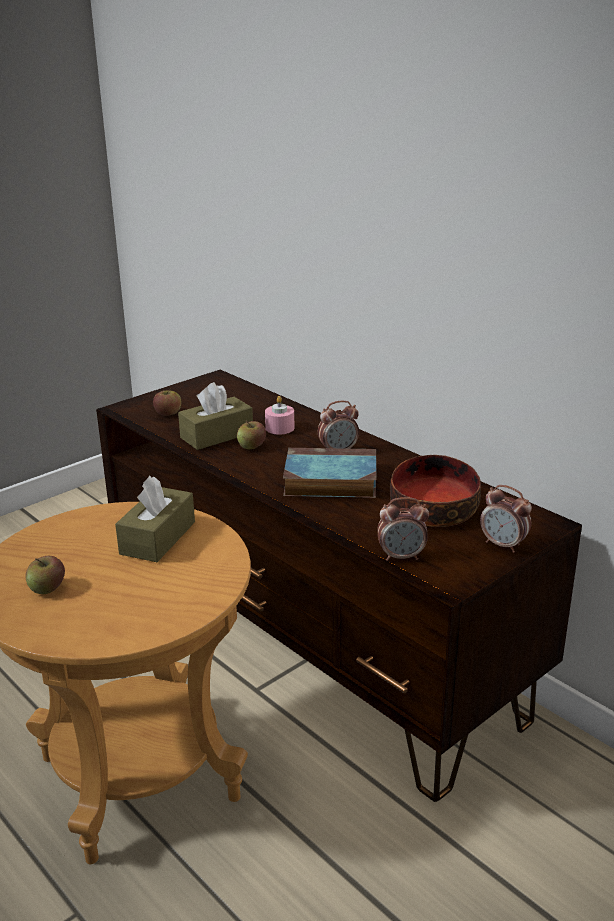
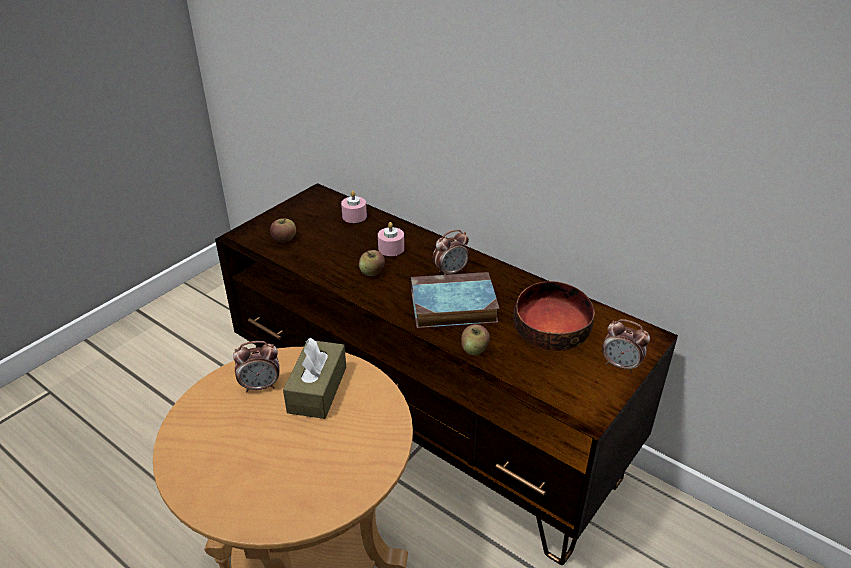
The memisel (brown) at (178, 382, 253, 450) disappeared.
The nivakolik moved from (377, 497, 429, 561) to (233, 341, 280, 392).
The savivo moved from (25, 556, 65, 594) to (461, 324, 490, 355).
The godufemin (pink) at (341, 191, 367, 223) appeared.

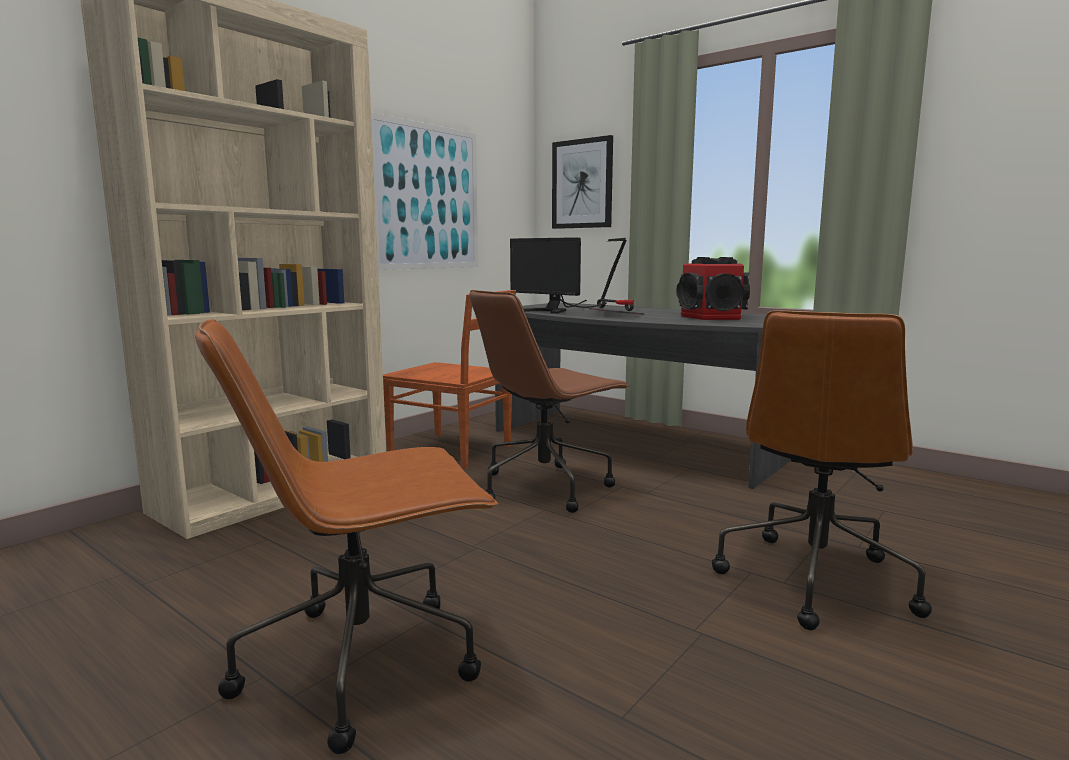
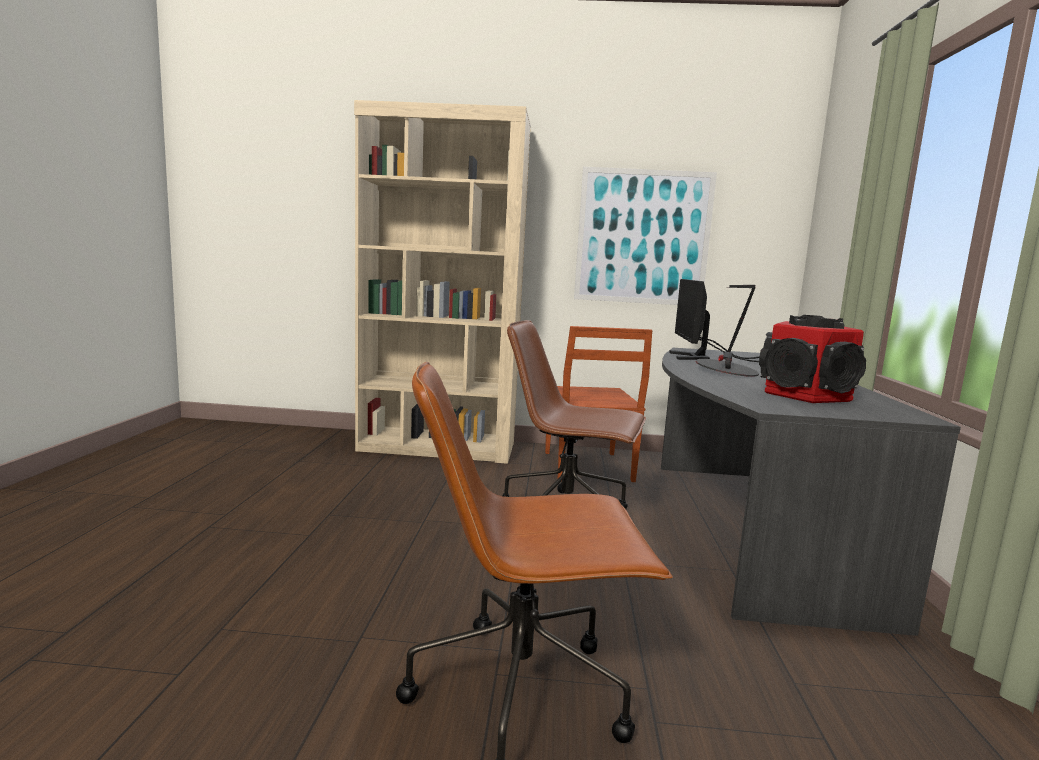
The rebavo at (552, 135, 613, 229) disappeared.
The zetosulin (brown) at (195, 319, 499, 754) disappeared.

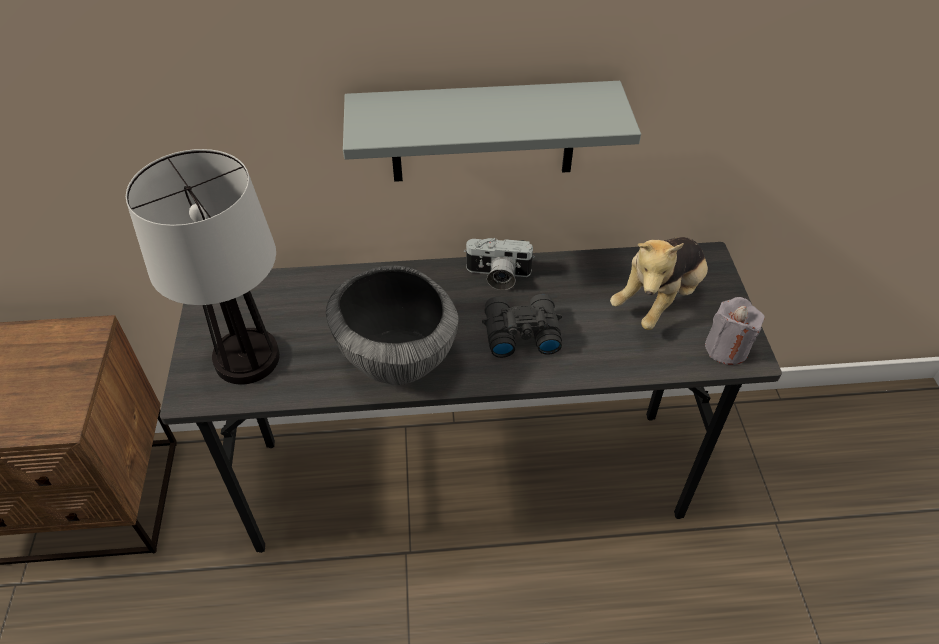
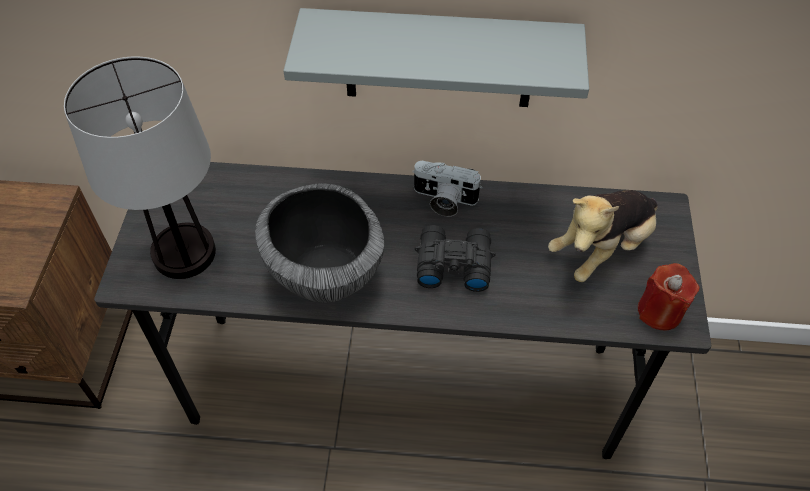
The godufemin (grey) at (705, 297, 765, 365) became the godufemin (red) at (638, 263, 699, 331).

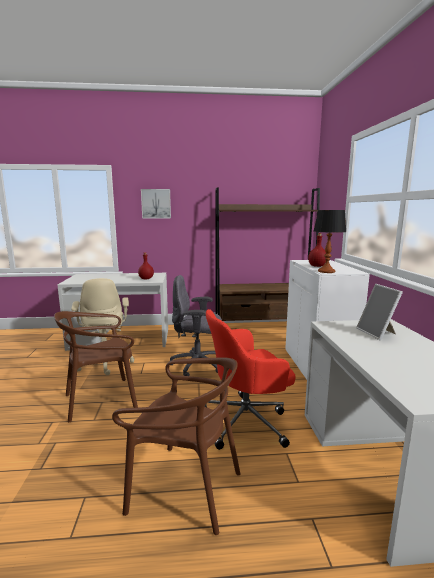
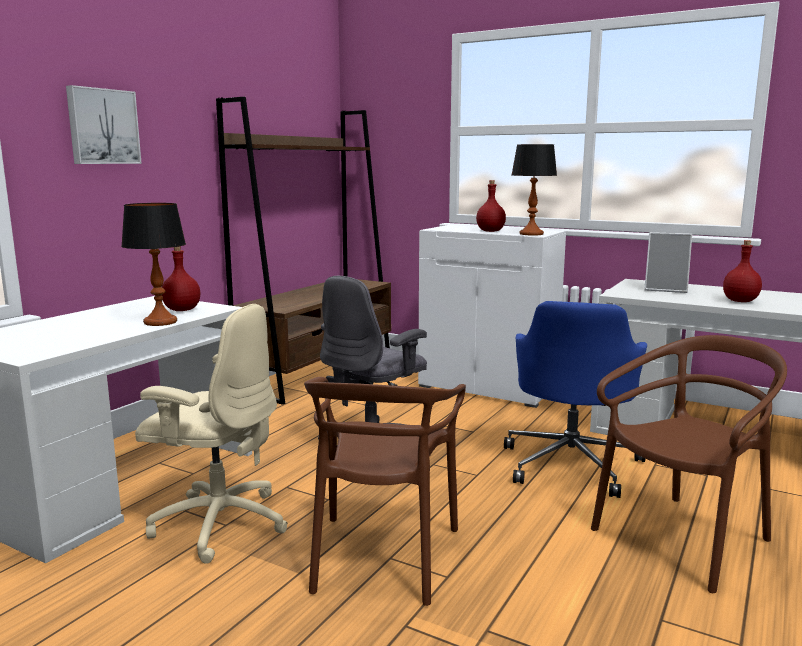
The zetosulin (red) at (205, 309, 295, 450) became the zetosulin (blue) at (504, 301, 647, 498).
The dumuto at (121, 203, 186, 326) appeared.
The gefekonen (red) at (723, 240, 762, 302) appeared.

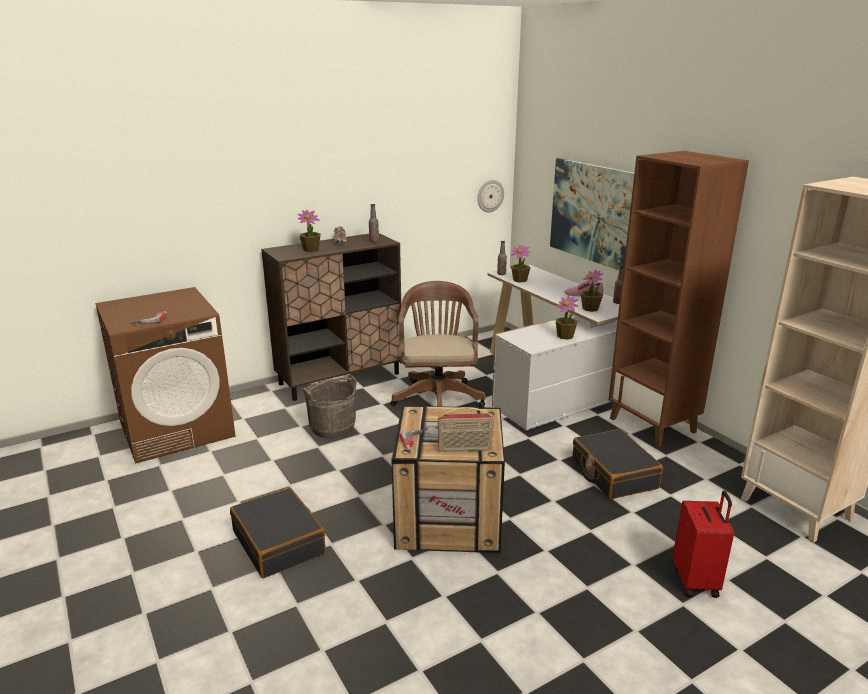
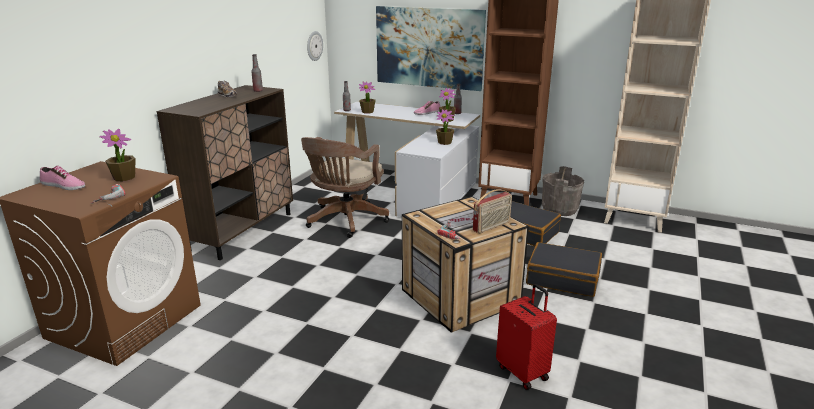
The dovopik moved from (297, 210, 321, 252) to (99, 129, 136, 181).
The zetosulin (brown) at (391, 281, 486, 407) turned 120 degrees counterclockwise.
The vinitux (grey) moved from (303, 375, 357, 438) to (542, 166, 584, 216).
The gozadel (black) moved from (230, 487, 326, 578) to (526, 242, 602, 297).
The gozadel (red) moved from (673, 491, 734, 598) to (496, 284, 557, 390).
The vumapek at (40, 166, 85, 190) appeared.

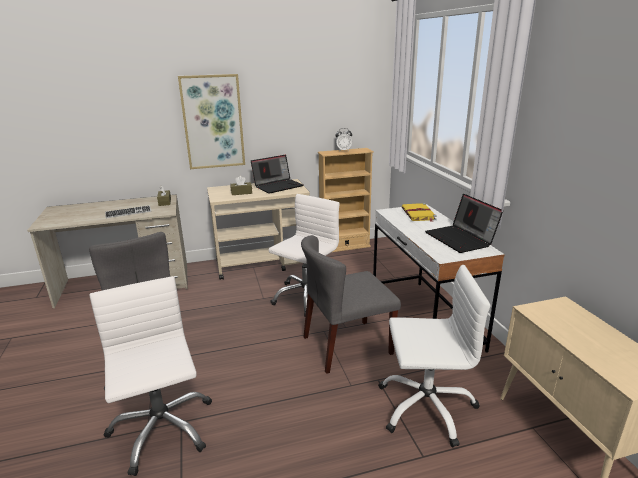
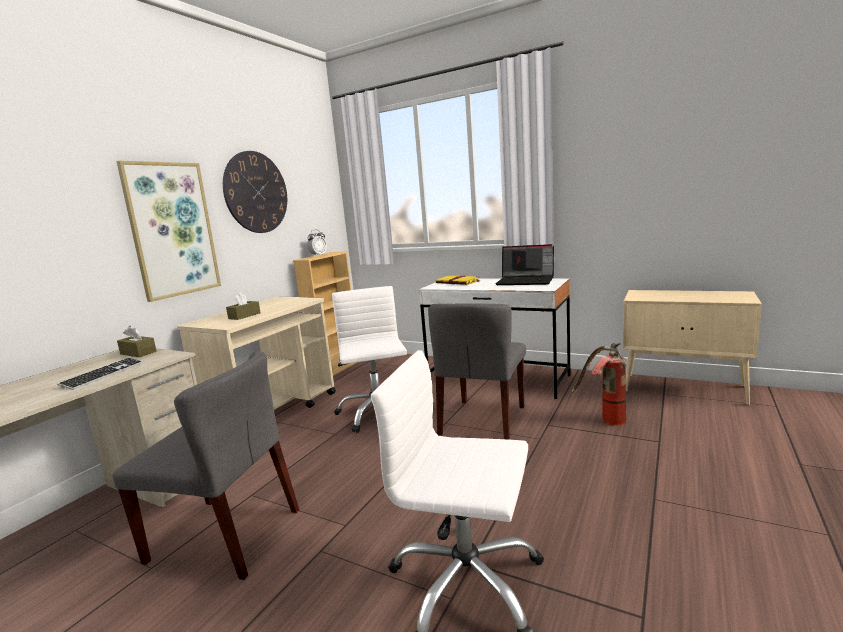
The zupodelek at (251, 155, 303, 194) disappeared.
The zetosulin (white) at (379, 265, 491, 447) was replaced by the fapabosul at (572, 342, 627, 426).
The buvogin at (223, 151, 287, 233) appeared.

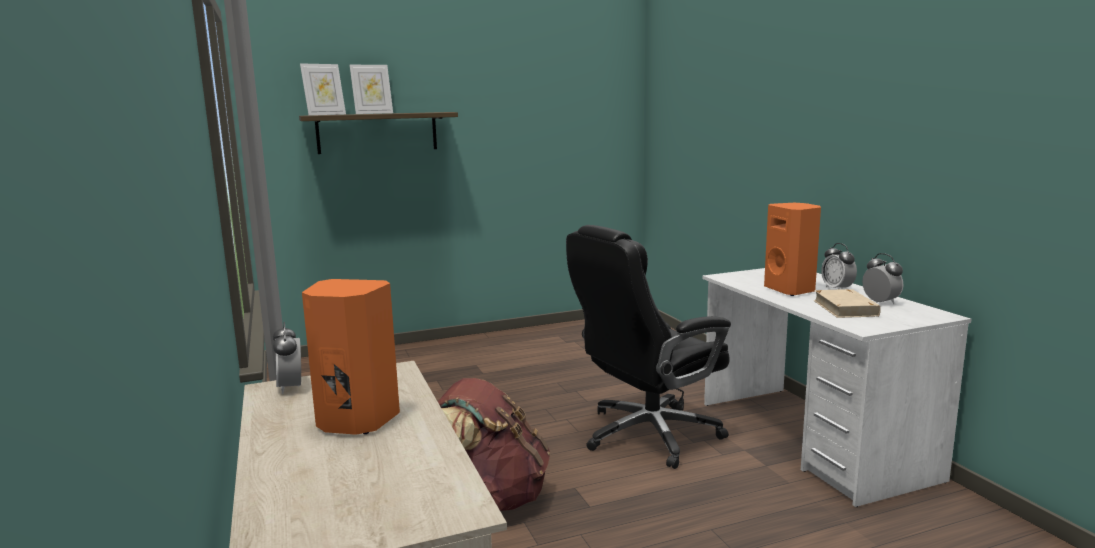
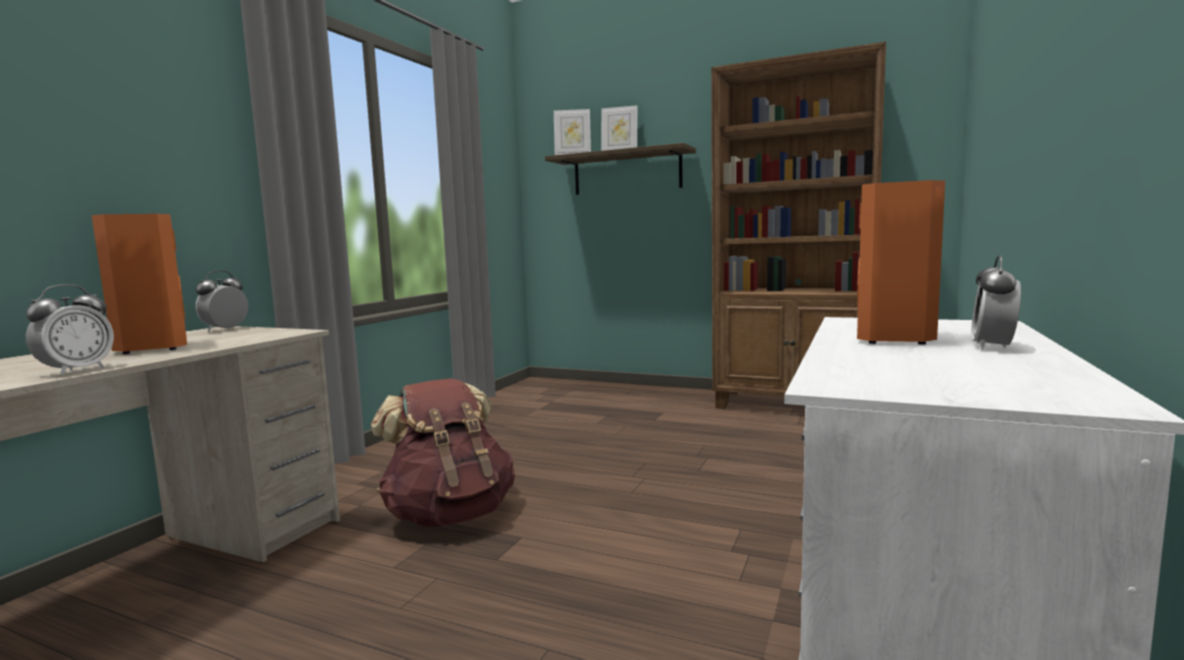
The zetosulin (black) at (566, 225, 731, 469) disappeared.
The nivakolik moved from (862, 253, 904, 304) to (26, 284, 114, 375).
The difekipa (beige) at (813, 289, 881, 318) disappeared.
The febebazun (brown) at (711, 42, 886, 409) appeared.

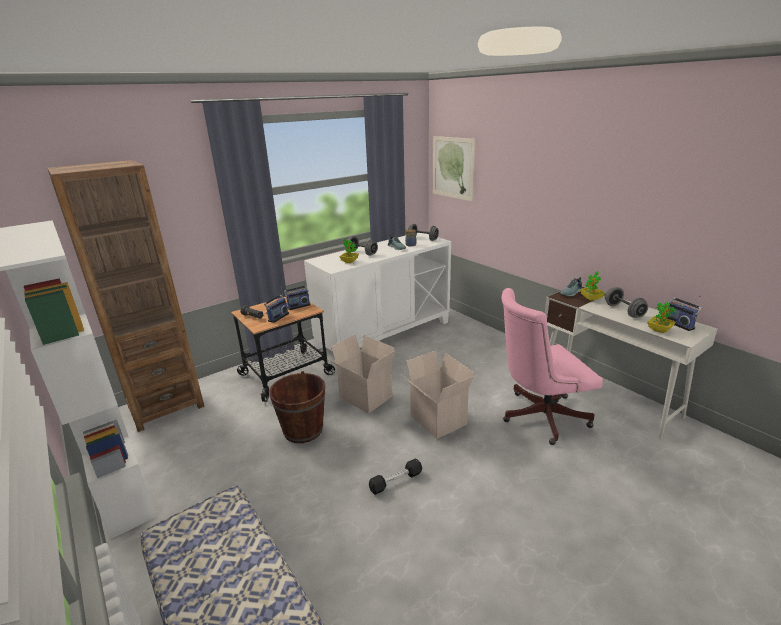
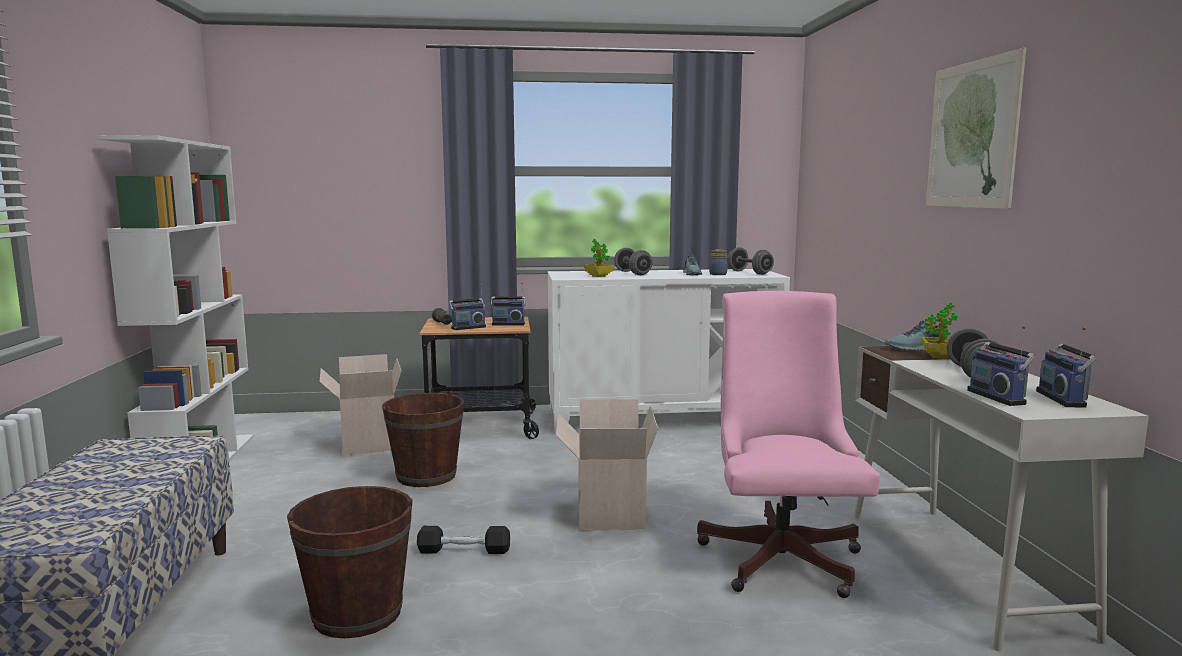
The rebavo moved from (433, 136, 476, 201) to (926, 48, 1026, 209).
The febebazun (brown) at (47, 160, 205, 432) disappeared.
The zetosulin (pink) at (501, 288, 603, 445) turned 75 degrees clockwise.
The dovopik at (647, 302, 675, 333) was replaced by the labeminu at (967, 326, 1035, 406).
The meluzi moved from (327, 334, 395, 414) to (320, 354, 402, 456).
The vinitux (brown) at (287, 486, 413, 639) appeared.

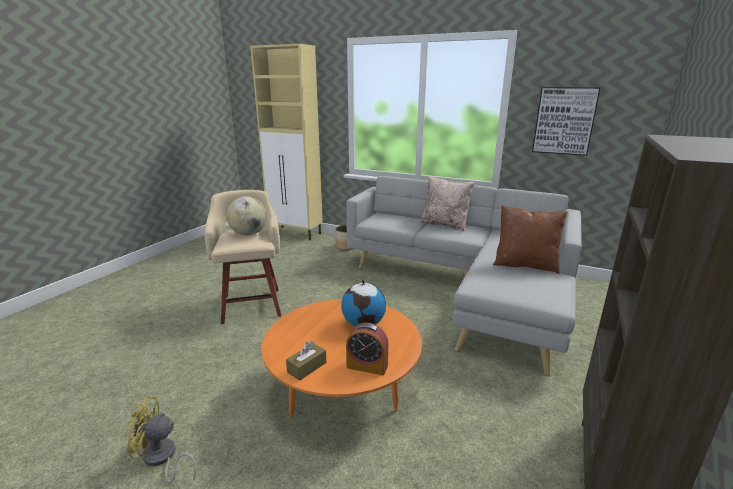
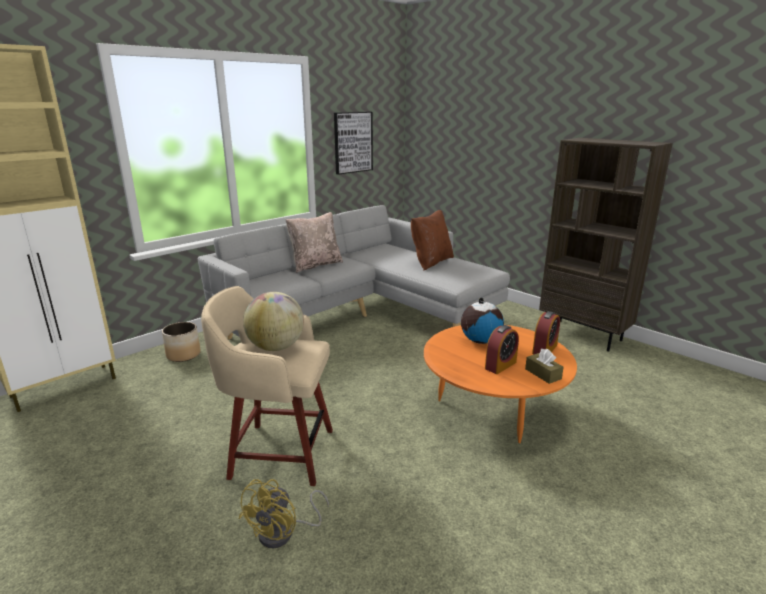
The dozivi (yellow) moved from (124, 396, 197, 483) to (238, 479, 329, 548).
The nivakolik at (485, 325, 519, 374) appeared.

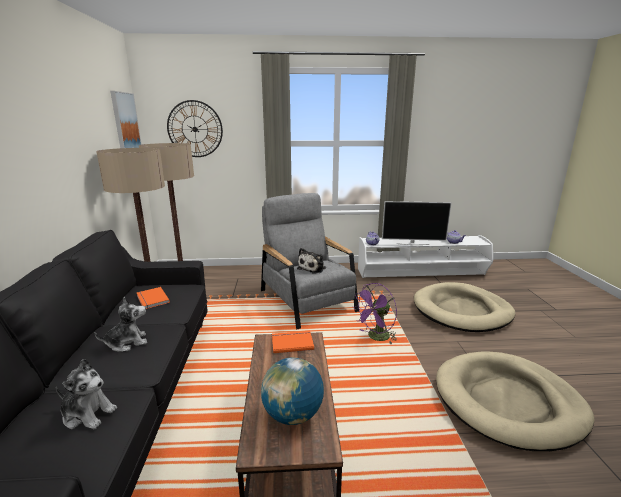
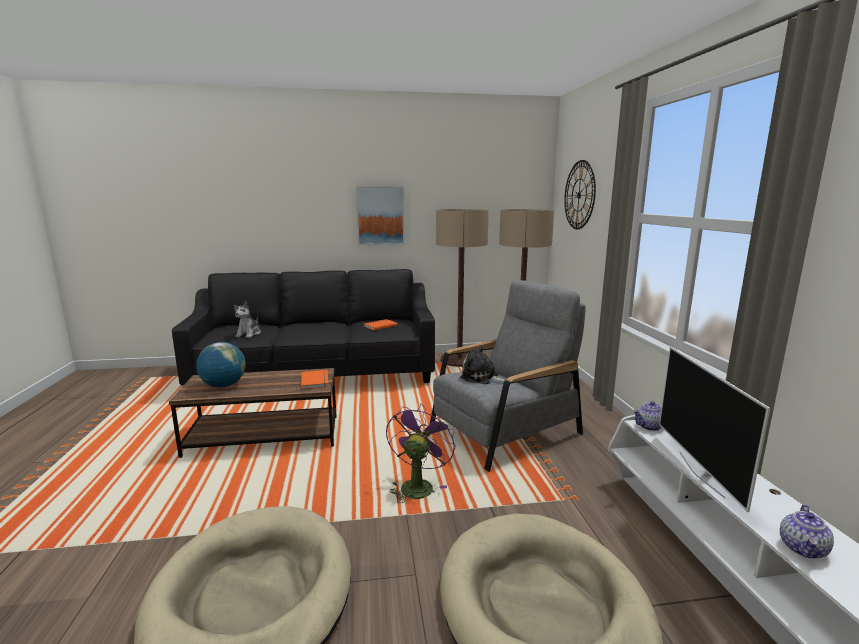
The rebavo moved from (110, 91, 142, 148) to (356, 186, 404, 245).
The dozivi (purple) at (353, 283, 397, 344) turned 60 degrees clockwise.
The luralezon at (94, 297, 147, 352) disappeared.

